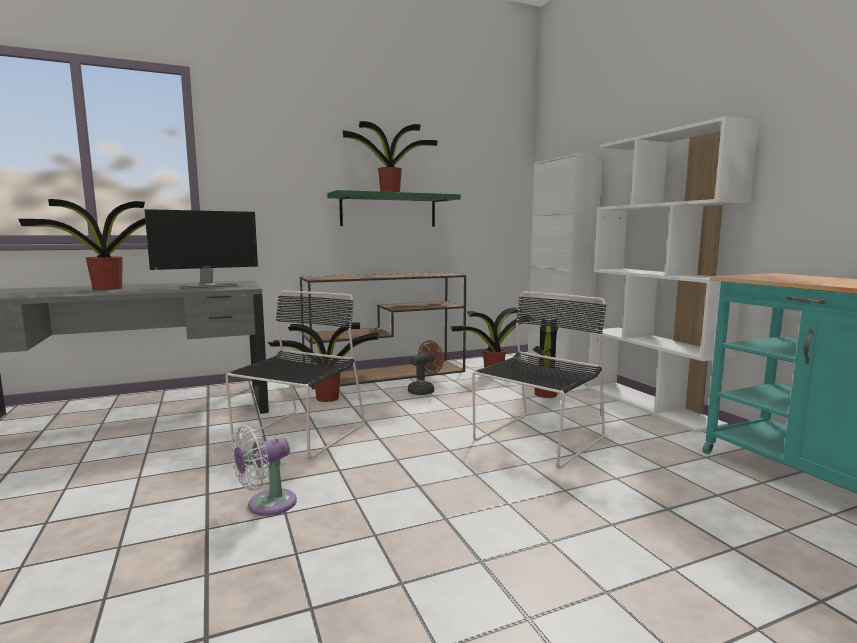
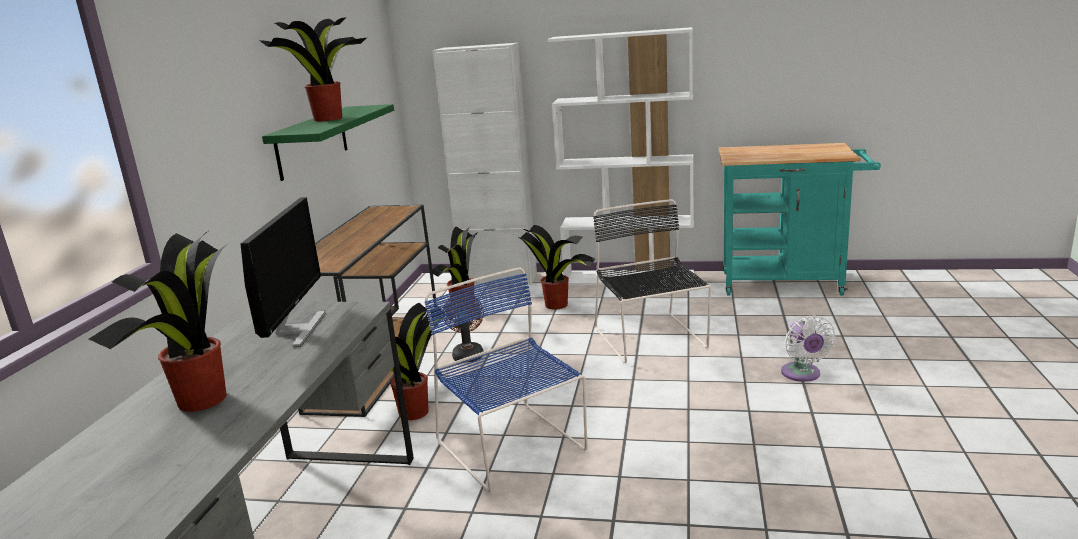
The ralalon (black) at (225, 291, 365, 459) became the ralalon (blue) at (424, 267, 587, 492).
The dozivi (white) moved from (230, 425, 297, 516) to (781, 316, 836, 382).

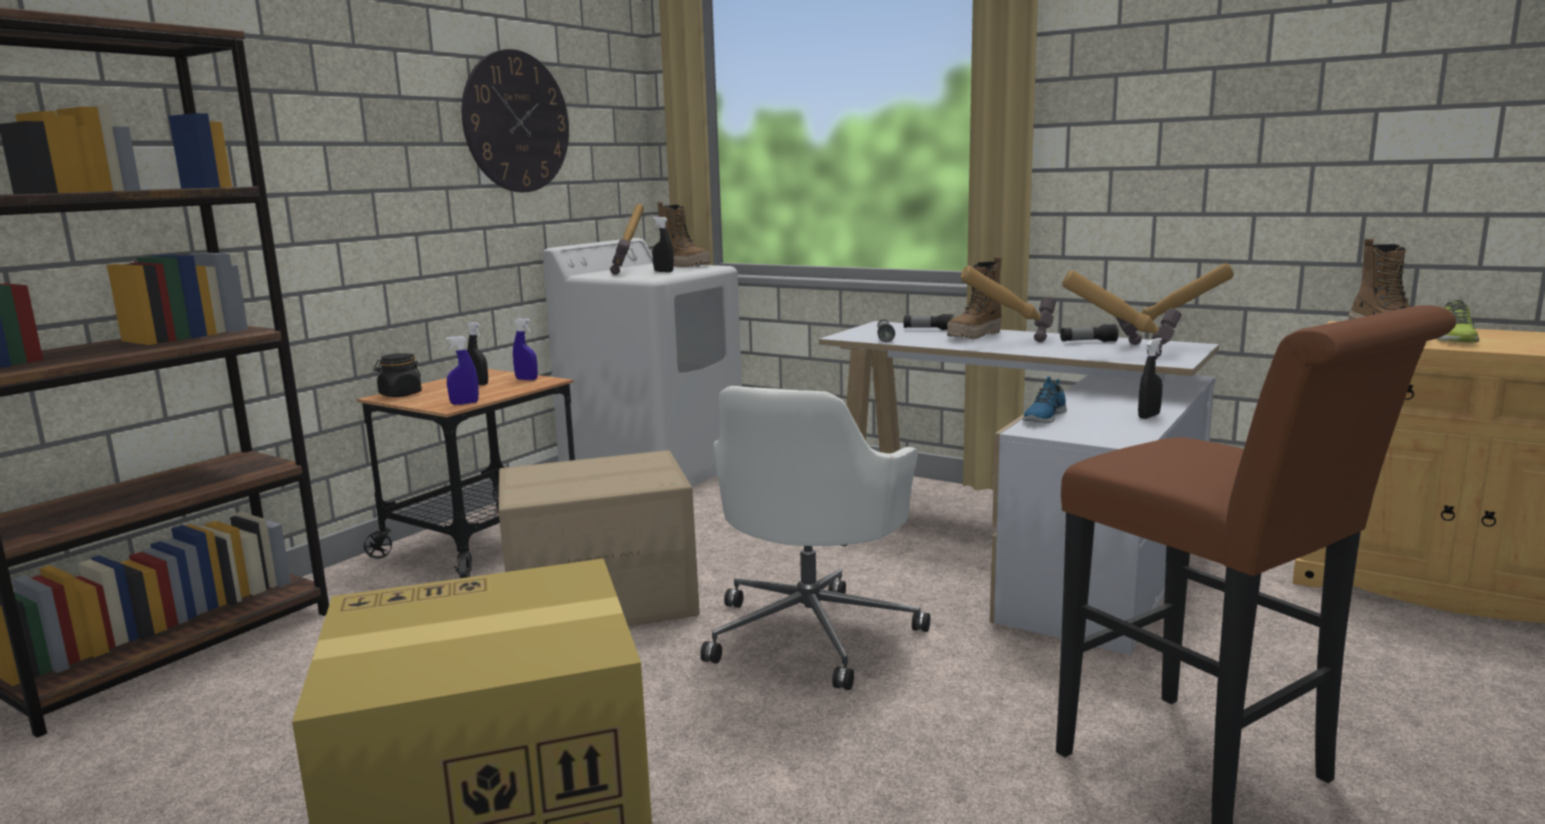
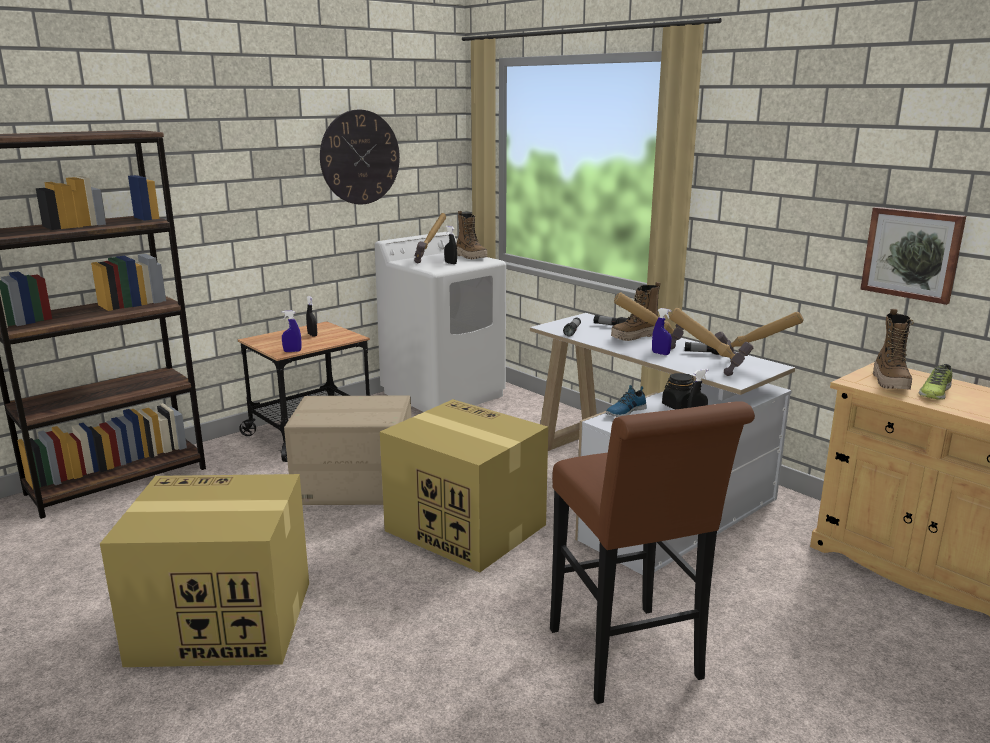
The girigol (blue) moved from (513, 318, 538, 380) to (652, 308, 672, 355).
The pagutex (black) moved from (374, 353, 422, 397) to (662, 373, 694, 409).
The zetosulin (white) at (700, 386, 930, 690) was replaced by the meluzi at (380, 399, 548, 573).
The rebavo at (860, 207, 966, 305) appeared.

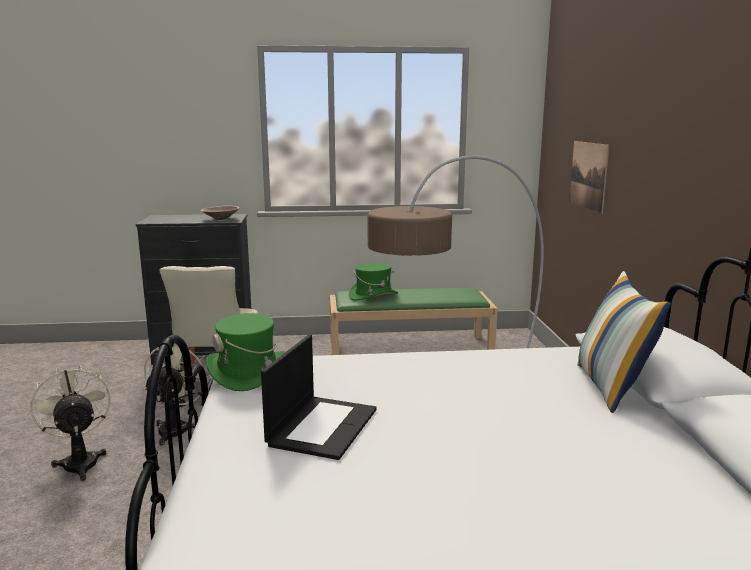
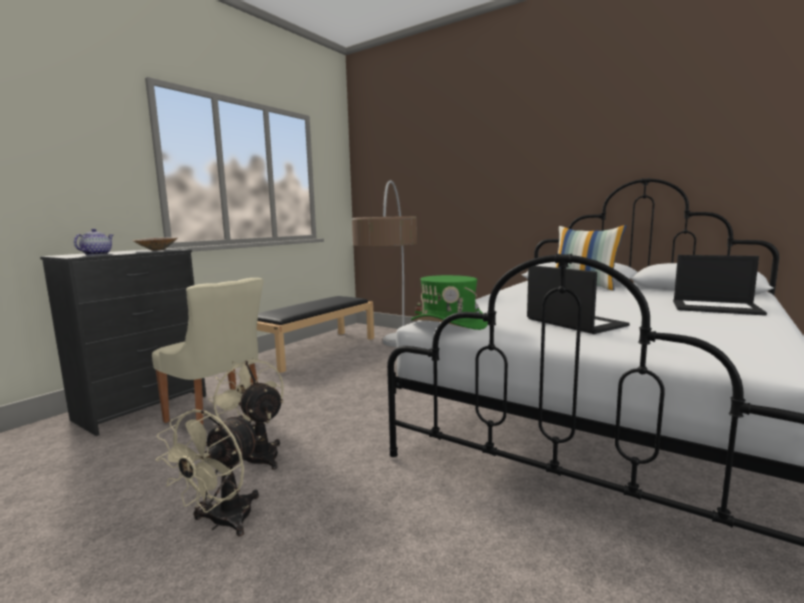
The rebavo at (569, 141, 609, 214) disappeared.
The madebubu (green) at (349, 263, 398, 301) disappeared.
The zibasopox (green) at (330, 288, 498, 355) became the zibasopox (black) at (257, 296, 374, 373).
The dozivi (beige) at (30, 365, 111, 481) turned 75 degrees counterclockwise.
The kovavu at (74, 229, 113, 255) appeared.
The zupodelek at (673, 255, 767, 316) appeared.

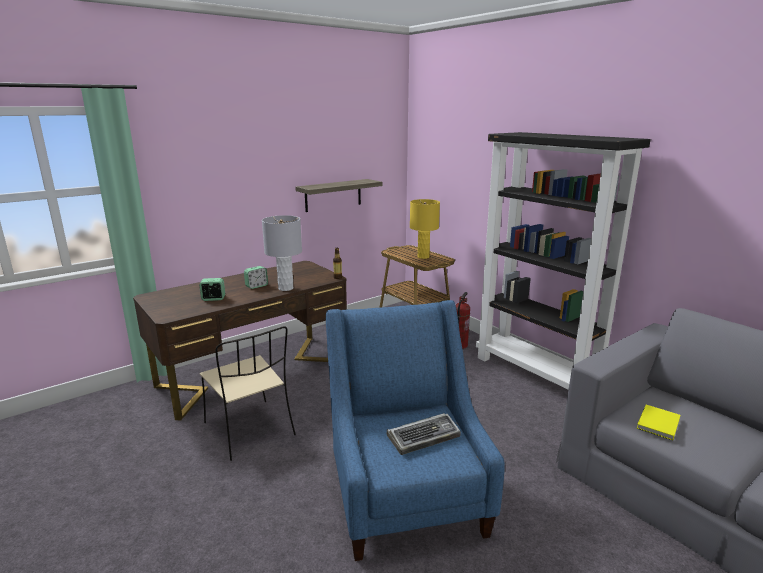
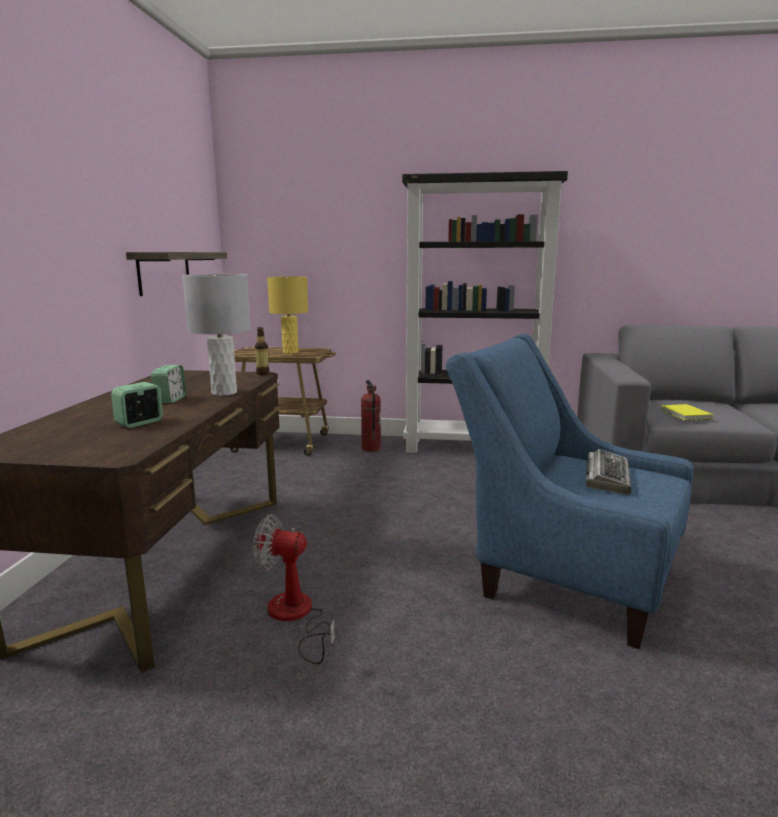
The ralalon (beige) at (200, 326, 296, 461) was replaced by the dozivi at (253, 514, 335, 664).

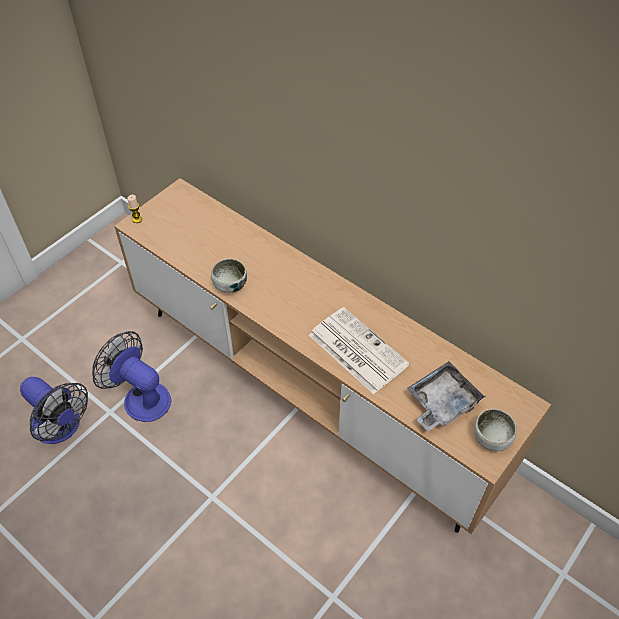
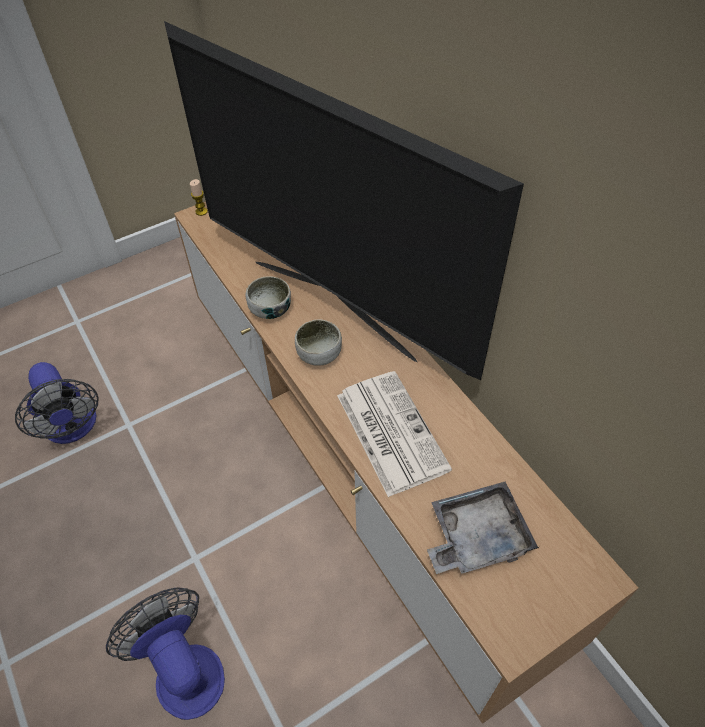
The dozivi moved from (92, 331, 171, 422) to (106, 587, 225, 720).
The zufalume moved from (474, 409, 517, 451) to (295, 319, 342, 366).
The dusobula at (164, 21, 524, 380) appeared.

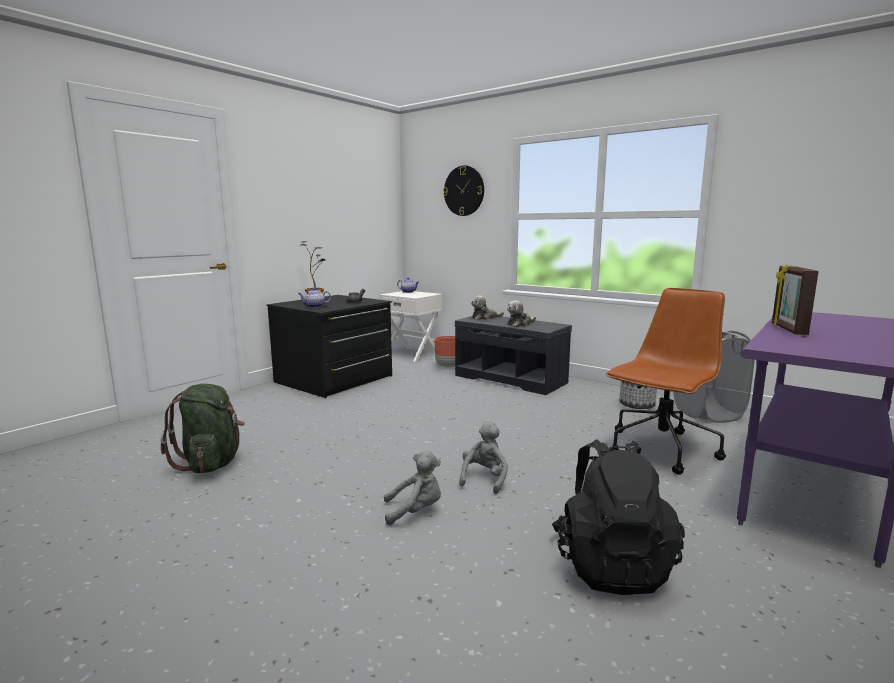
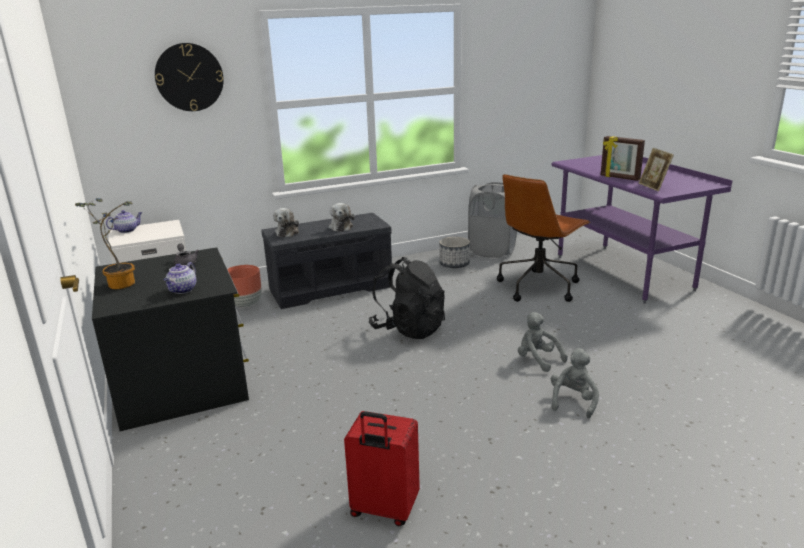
The zetosulin (brown) at (606, 288, 726, 475) turned 120 degrees counterclockwise.
The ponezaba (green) at (161, 384, 245, 473) was replaced by the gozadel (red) at (344, 411, 420, 526).
The ponezaba (black) moved from (552, 440, 685, 595) to (369, 257, 445, 339).
The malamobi at (639, 148, 674, 191) appeared.

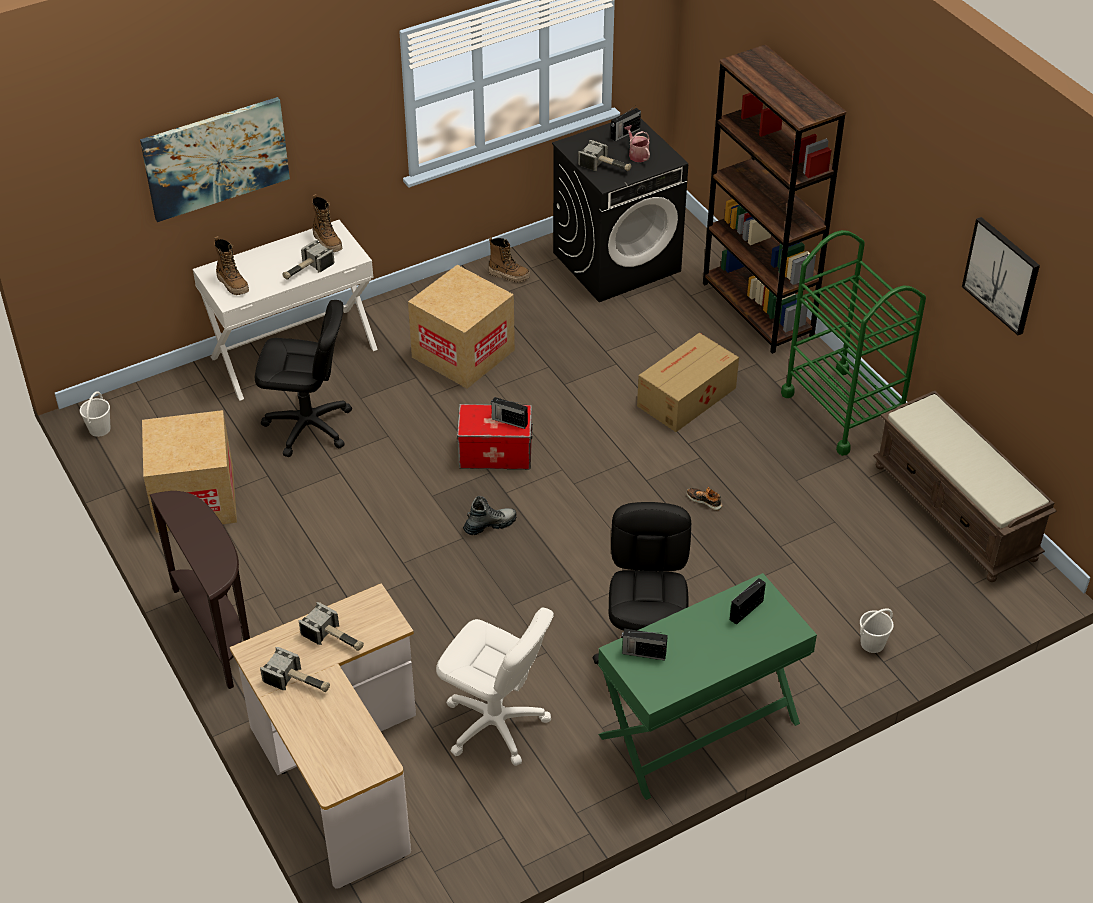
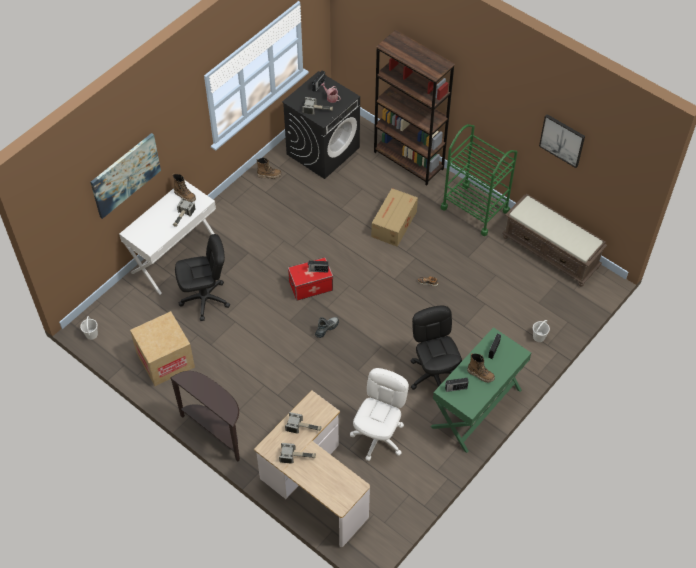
The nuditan moved from (214, 236, 249, 295) to (467, 353, 495, 383).
The meluzi at (408, 265, 515, 389) disappeared.
The zetosulin (white) at (436, 607, 554, 766) turned 75 degrees counterclockwise.

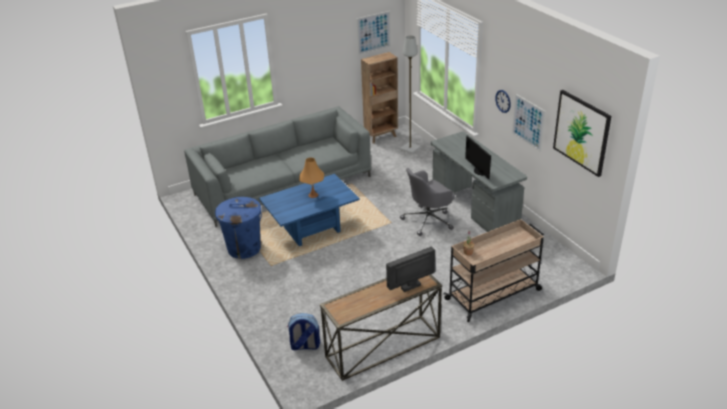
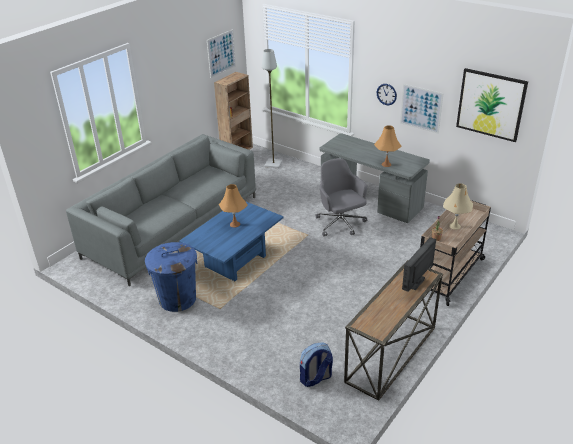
The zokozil at (465, 136, 491, 179) was replaced by the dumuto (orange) at (374, 125, 401, 167).
The zetosulin (grey) at (400, 168, 455, 236) turned 120 degrees clockwise.
The dumuto (beige) at (443, 183, 473, 230) appeared.

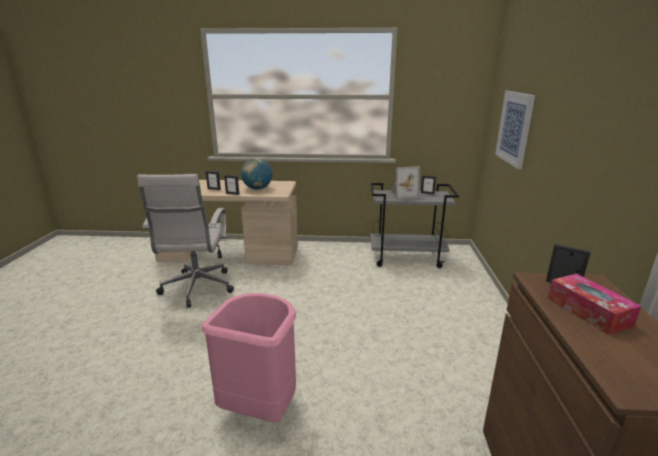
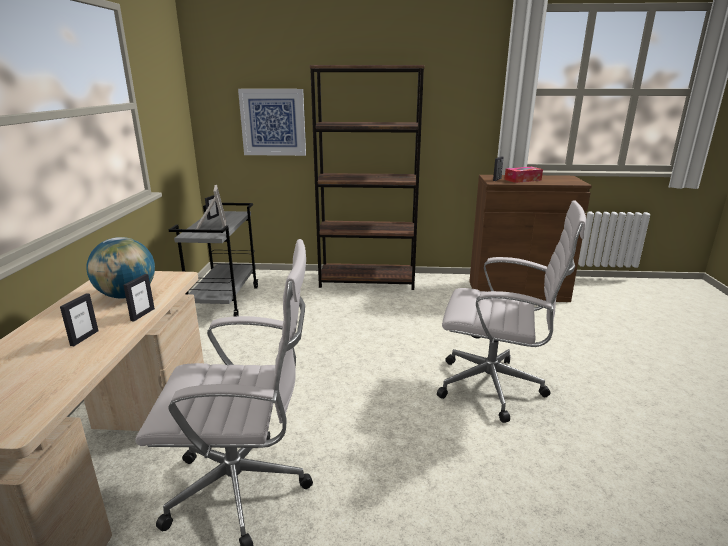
The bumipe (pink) at (202, 293, 296, 422) was replaced by the zetosulin (white) at (437, 200, 586, 423).
The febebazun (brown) at (310, 65, 425, 290) appeared.

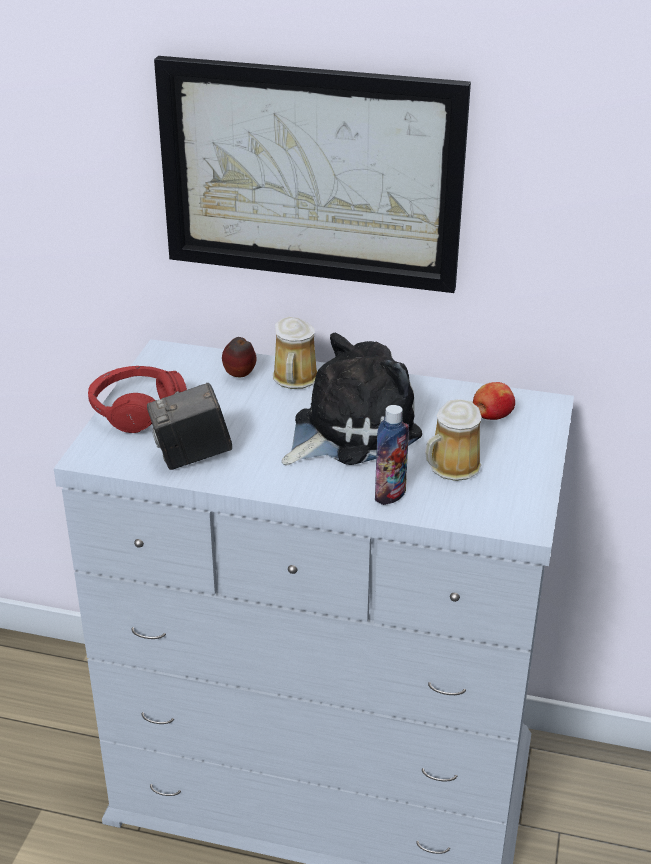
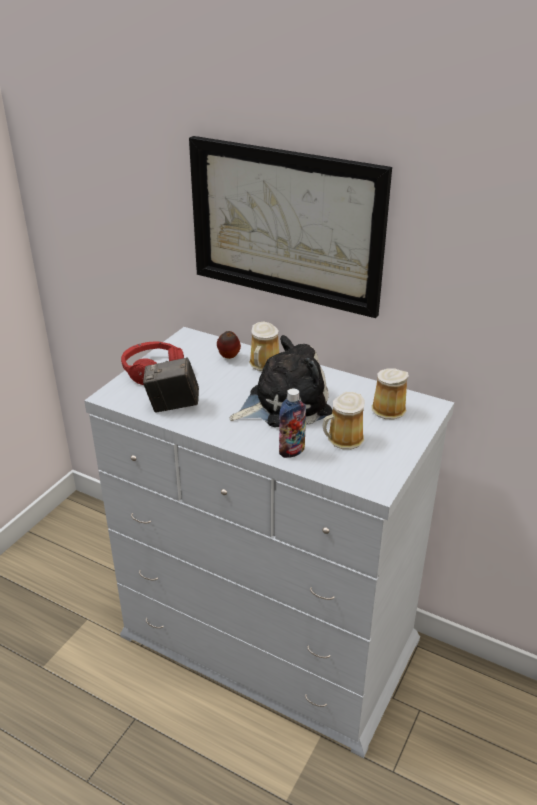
The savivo at (473, 382, 515, 420) was replaced by the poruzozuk at (371, 368, 409, 419).

